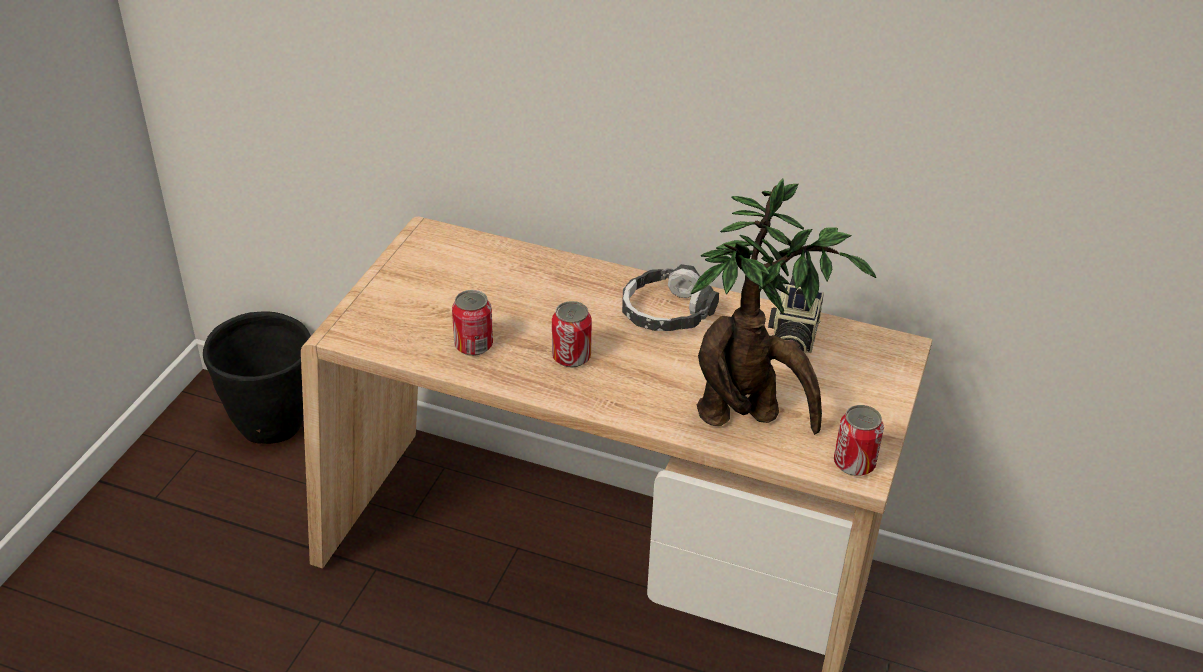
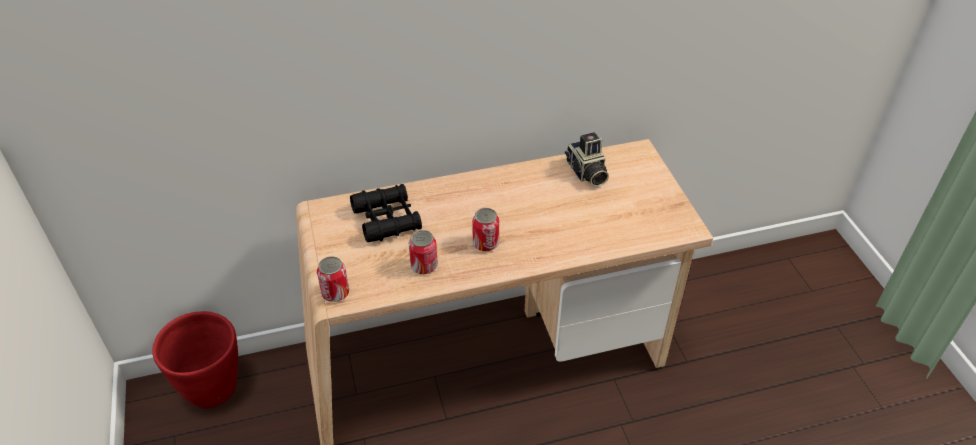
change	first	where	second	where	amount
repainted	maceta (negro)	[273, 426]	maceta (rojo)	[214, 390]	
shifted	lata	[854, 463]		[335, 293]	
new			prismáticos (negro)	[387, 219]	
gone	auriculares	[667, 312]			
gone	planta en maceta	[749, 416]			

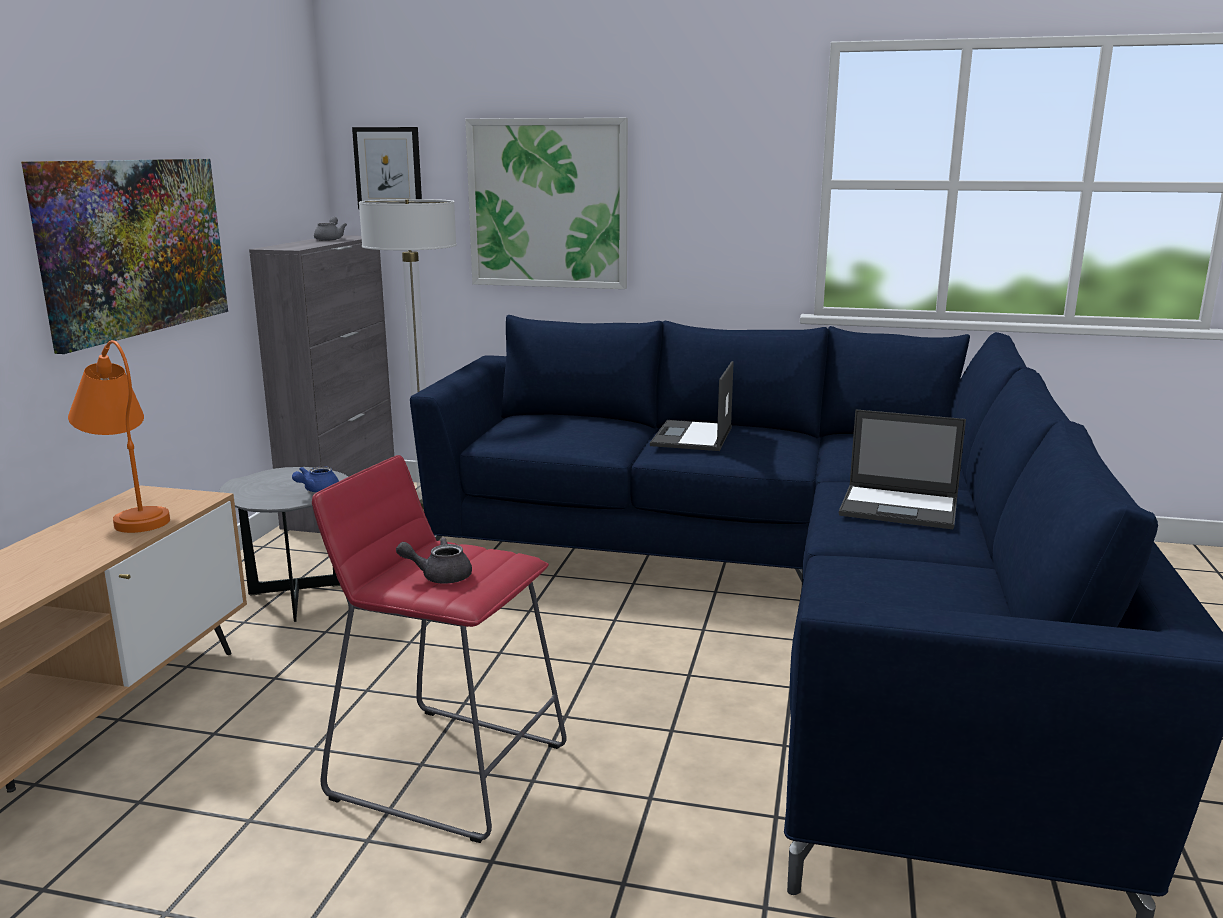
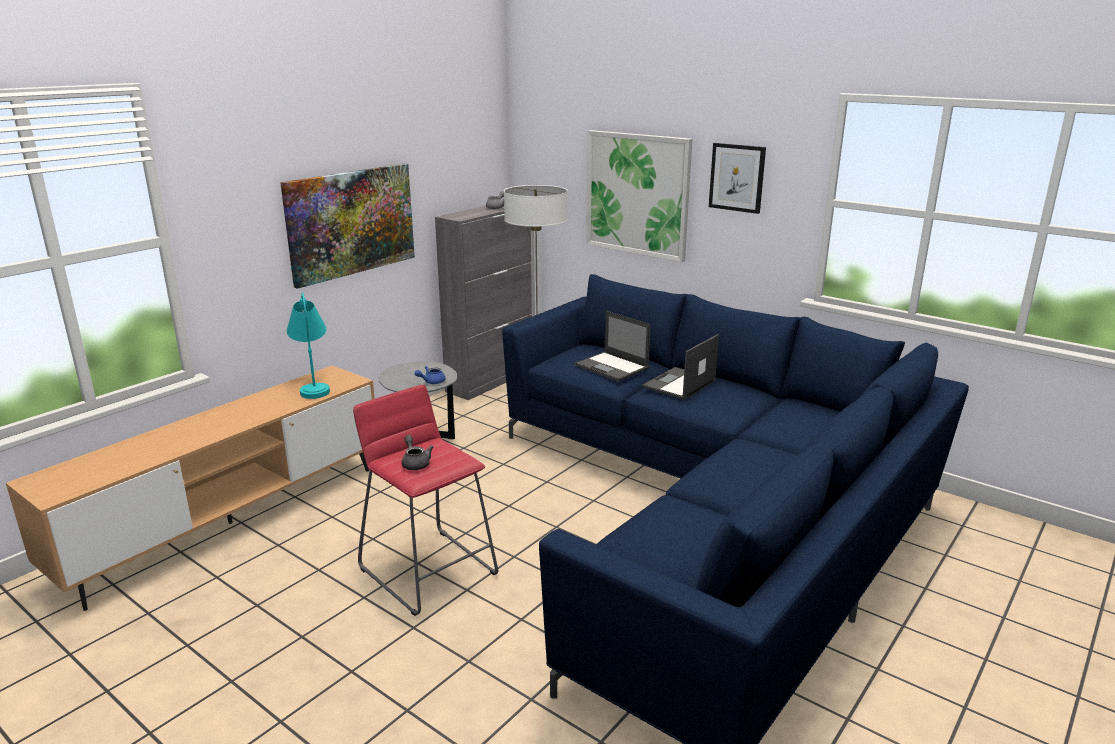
change	first	where	second	where	amount
repainted	lámpara de mesa (naranja)	[130, 513]	lámpara de mesa (turquesa)	[314, 385]	
rotated	tetera (gris)	[439, 576]		[415, 463]	45 degrees clockwise
shifted	portátil	[900, 508]		[612, 367]	
shifted	cuadro	[388, 168]		[737, 177]	

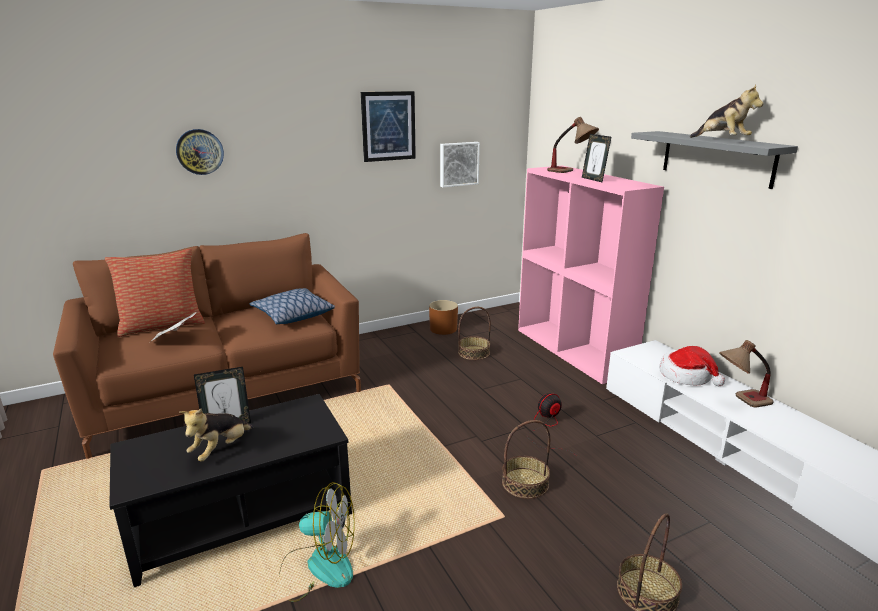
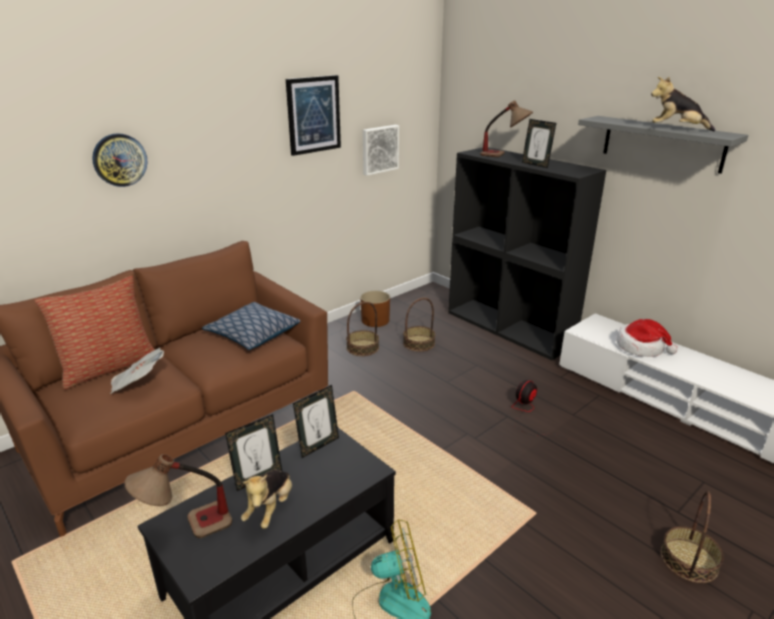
change	first	where	second	where	amount
shifted	lámpara de mesa	[740, 402]		[187, 530]	
new			portarretratos	[318, 446]	
shifted	cesta	[525, 483]		[362, 347]	
repainted	estantería (rosa)	[574, 350]	estantería (negro)	[510, 328]	
rotated	peluche	[721, 140]		[676, 129]	150 degrees clockwise

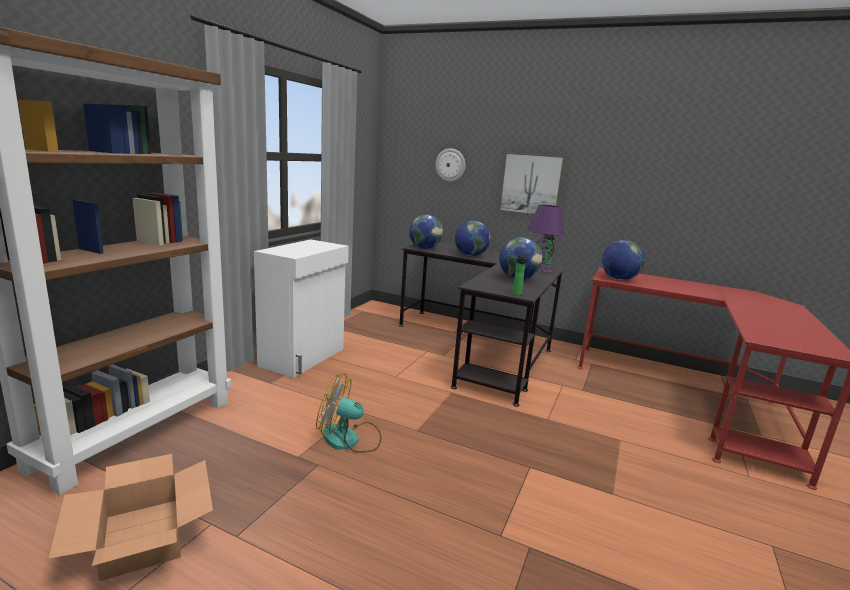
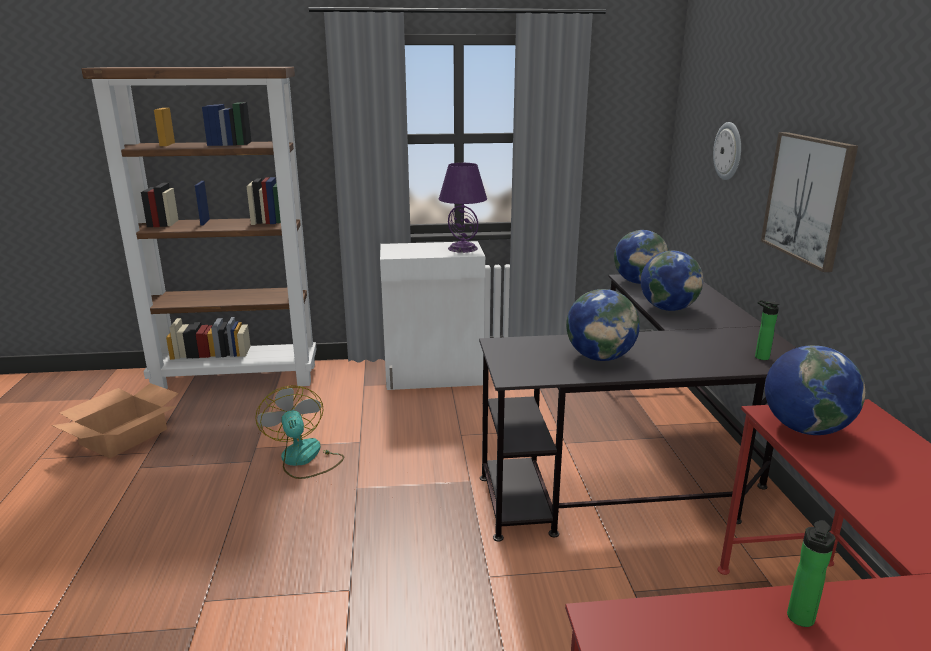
change	first	where	second	where	amount
shifted	lámpara de mesa (morado)	[540, 269]		[462, 248]	
shifted	botella	[517, 295]		[800, 620]	

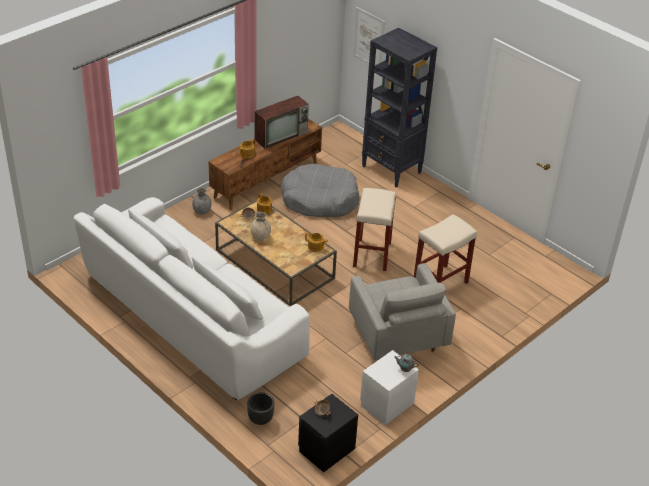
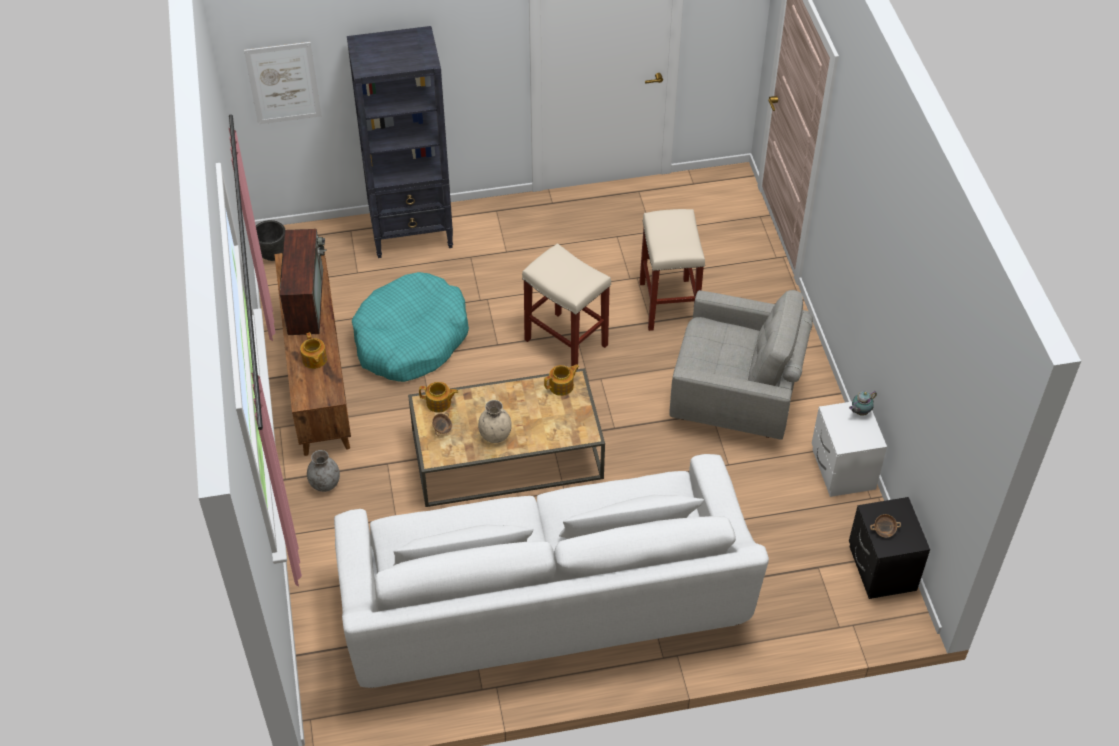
change	first	where	second	where	amount
shifted	maceta (negro)	[260, 419]		[272, 255]	
repainted	cama para perro (gris)	[319, 199]	cama para perro (turquesa)	[411, 339]	

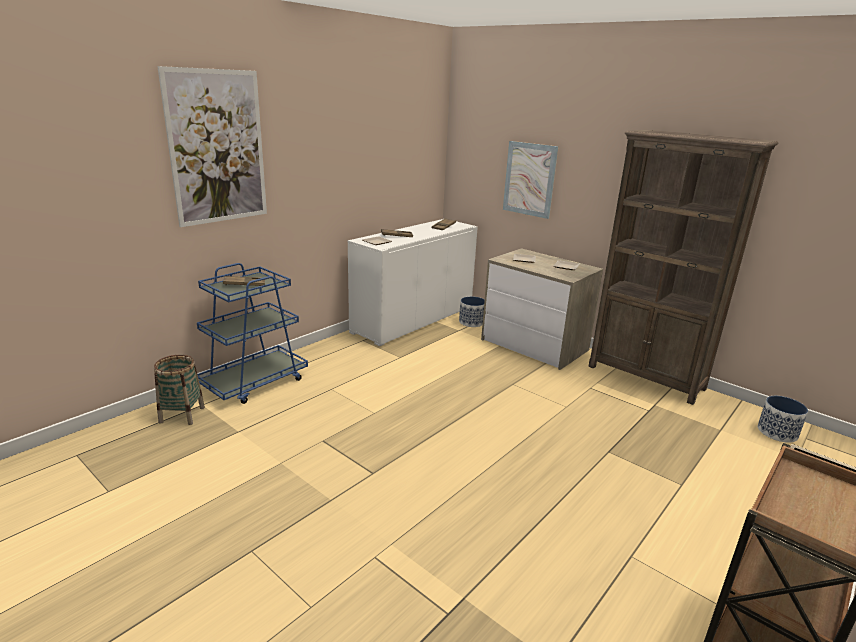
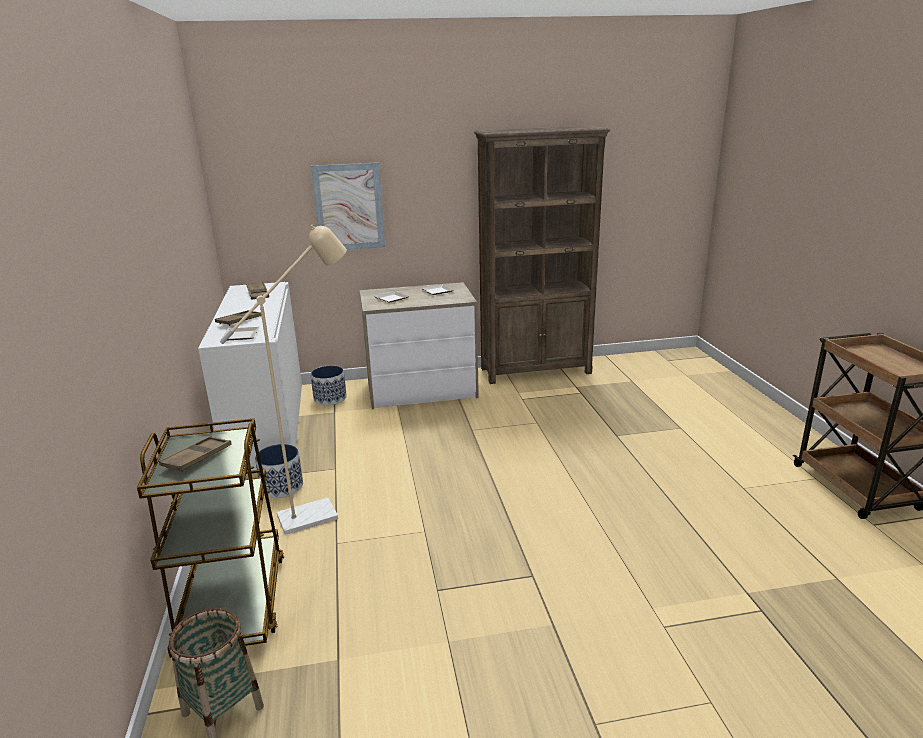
change	first	where	second	where	amount
repainted	carrito (azul)	[255, 382]	carrito (marrón)	[233, 603]	
new			lámpara de pie (beis)	[318, 514]	
shifted	maceta	[777, 432]		[282, 487]	
gone	cuadro	[217, 148]			

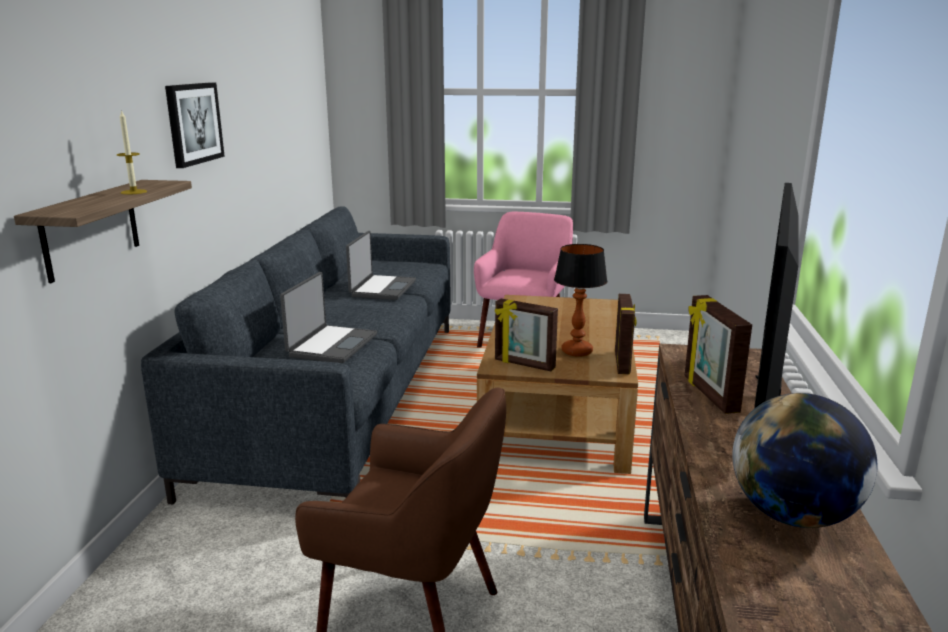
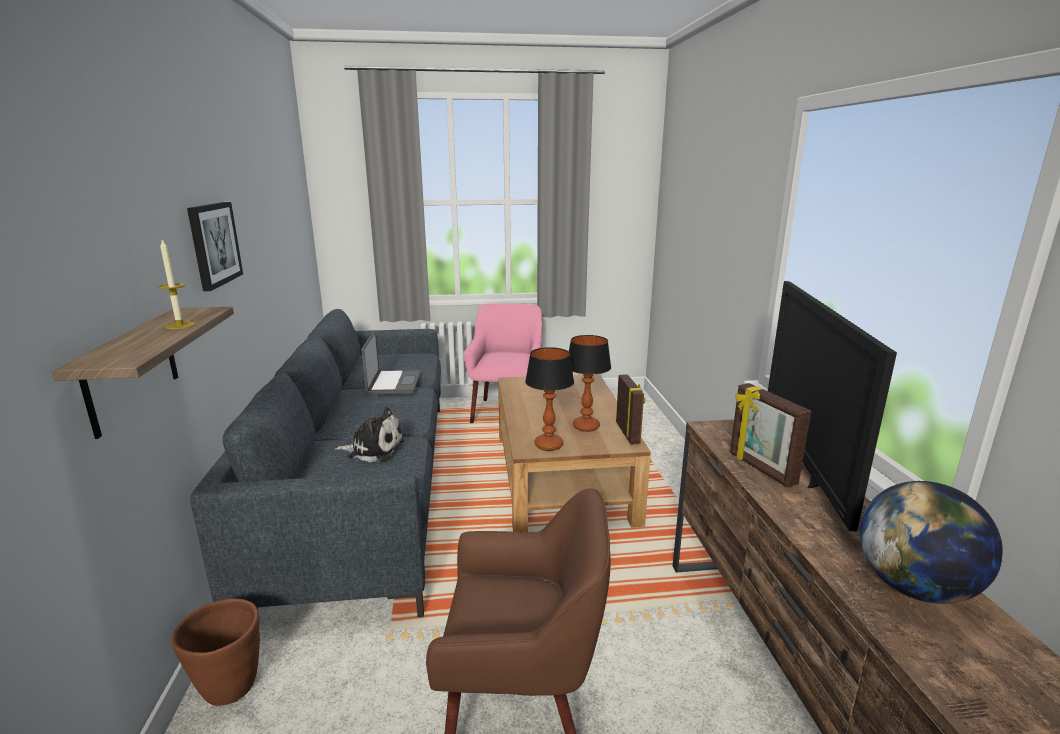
change	first	where	second	where	amount
new			maceta (marrón)	[230, 687]	
swapped	portátil	[331, 345]	peluche	[373, 449]	
swapped	portarretratos	[524, 365]	lámpara de mesa	[549, 445]	

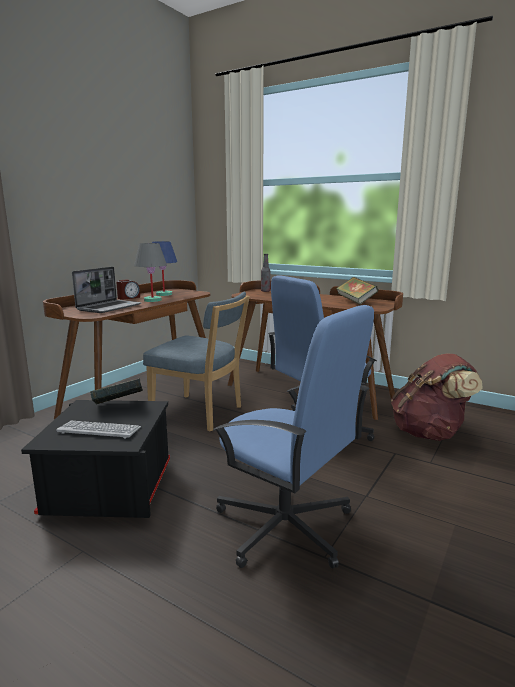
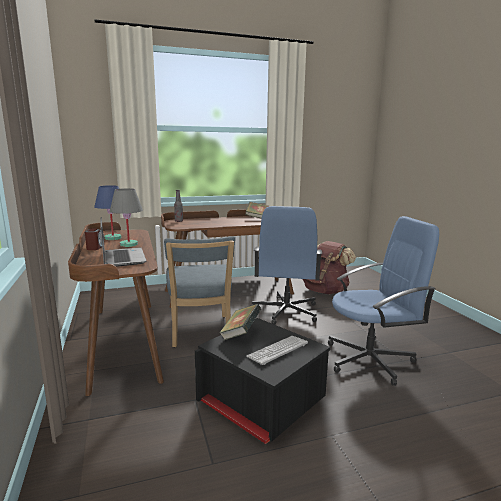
change	first	where	second	where	amount
rotated	silla (azul)	[201, 414]		[200, 333]	105 degrees clockwise

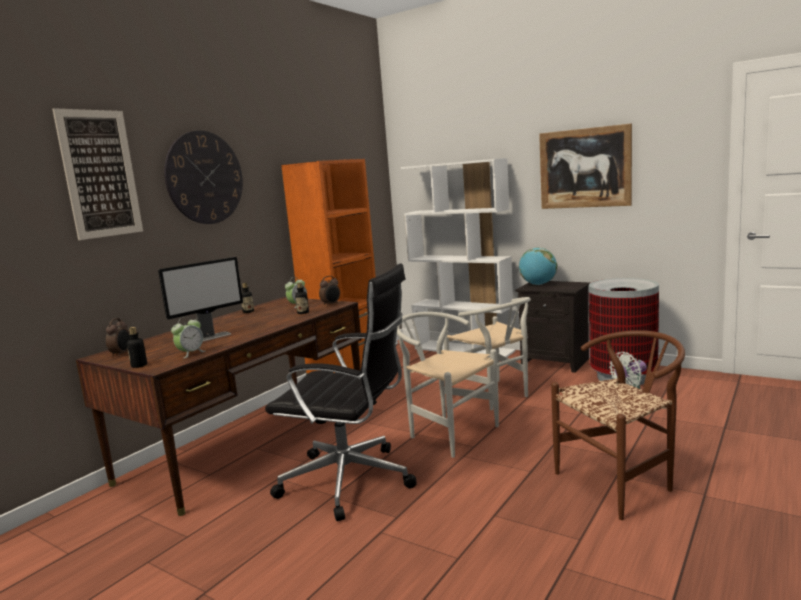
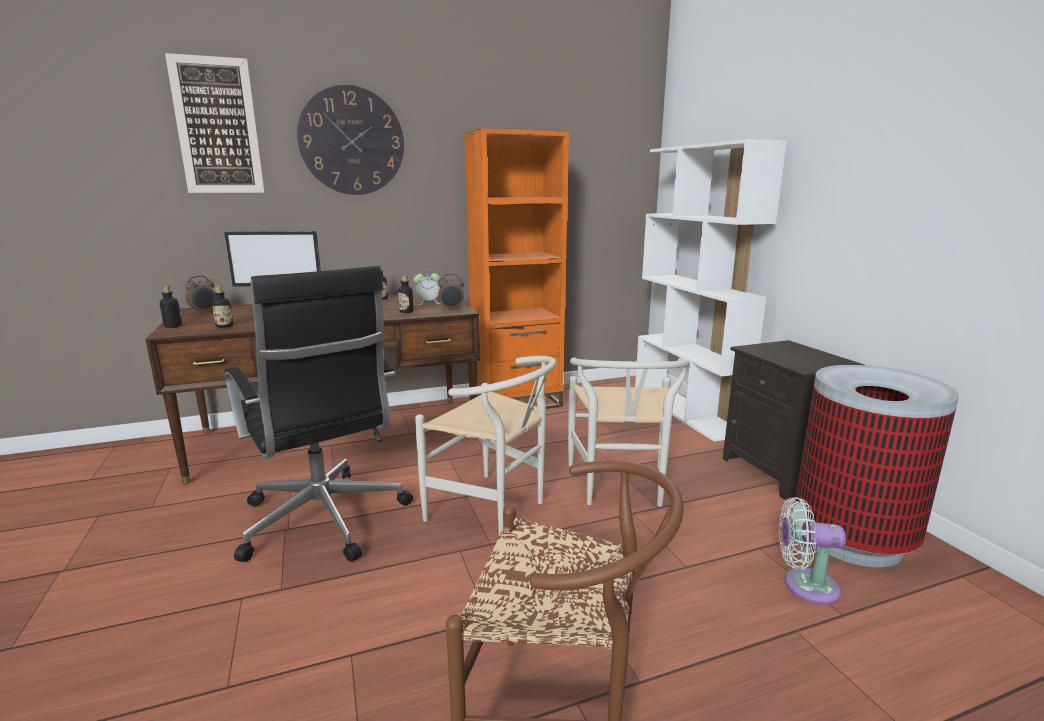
change	first	where	second	where	amount
swapped	despertador	[190, 353]	botella	[224, 326]	
rotated	silla (blanco)	[447, 432]		[495, 510]	135 degrees clockwise
gone	globo terráqueo	[538, 284]			
gone	cuadro	[584, 168]			

